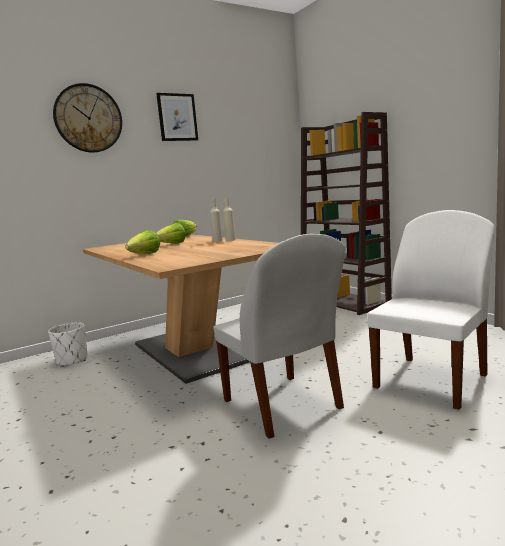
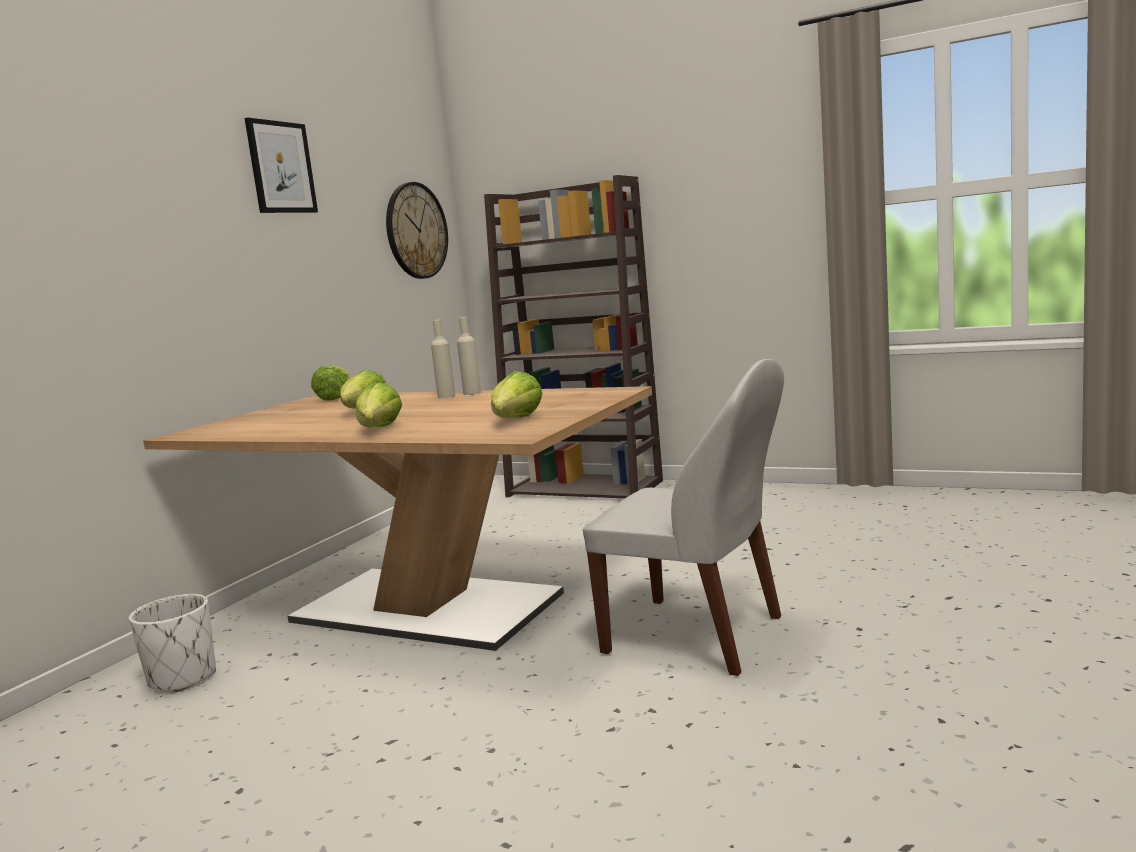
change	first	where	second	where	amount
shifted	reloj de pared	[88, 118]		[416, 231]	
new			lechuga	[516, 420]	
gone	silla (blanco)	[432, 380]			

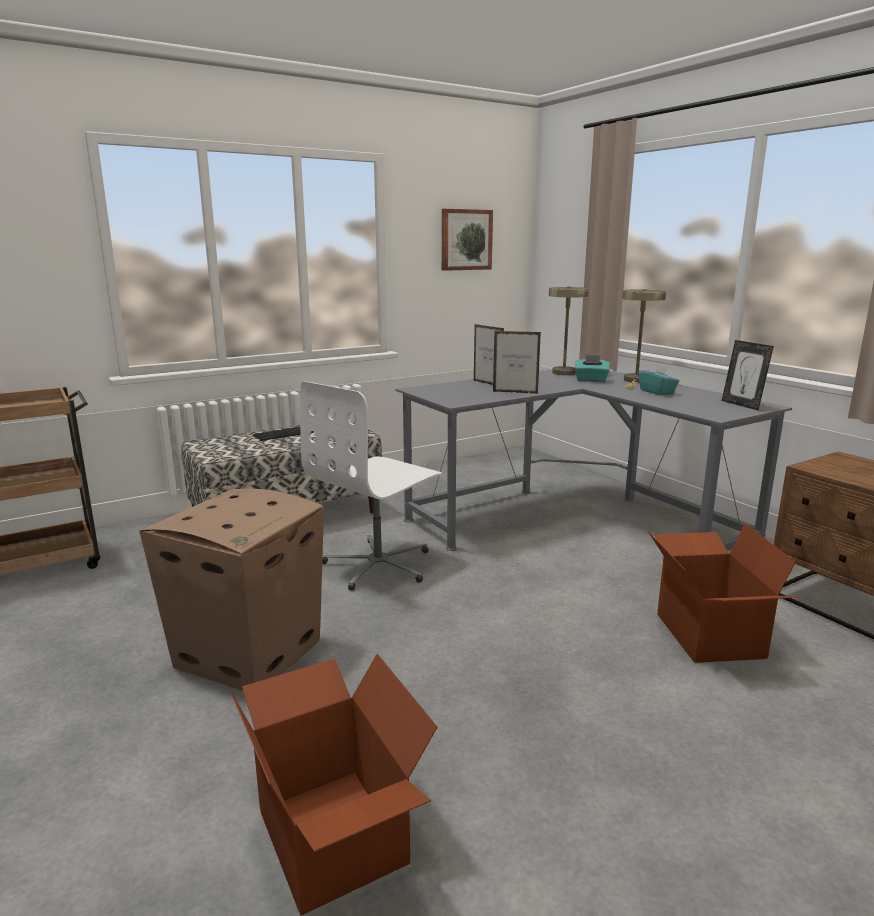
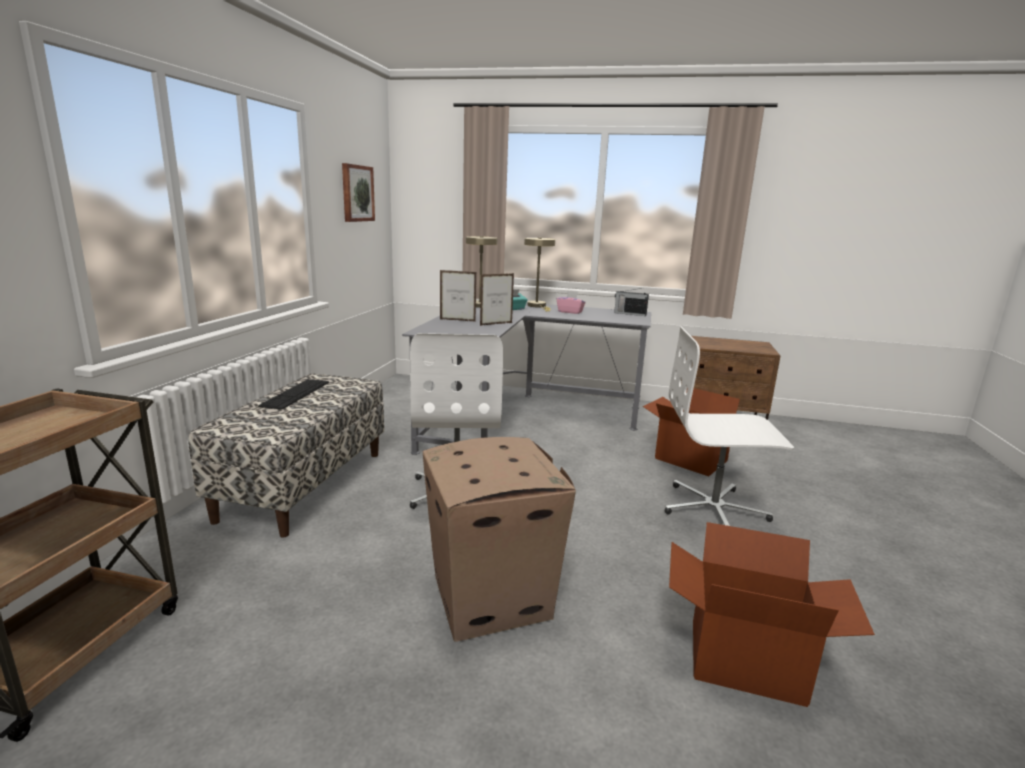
change	first	where	second	where	amount
repainted	caja de pañuelos (turquesa)	[657, 392]	caja de pañuelos (rosa)	[570, 312]	
swapped	portarretratos	[742, 405]	radio	[629, 314]	
new			silla de oficina (blanco)	[714, 509]	

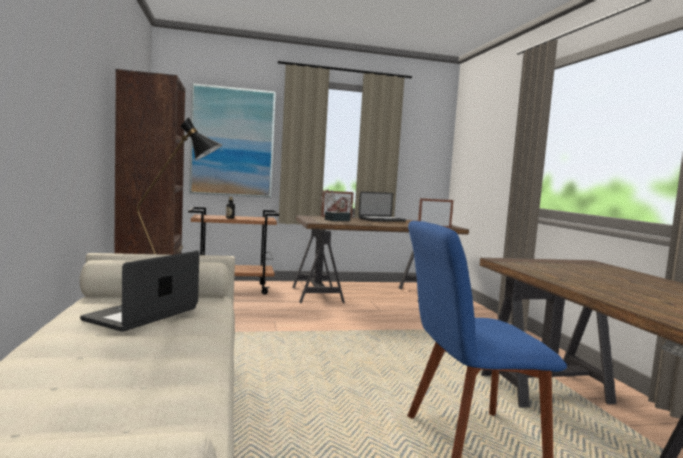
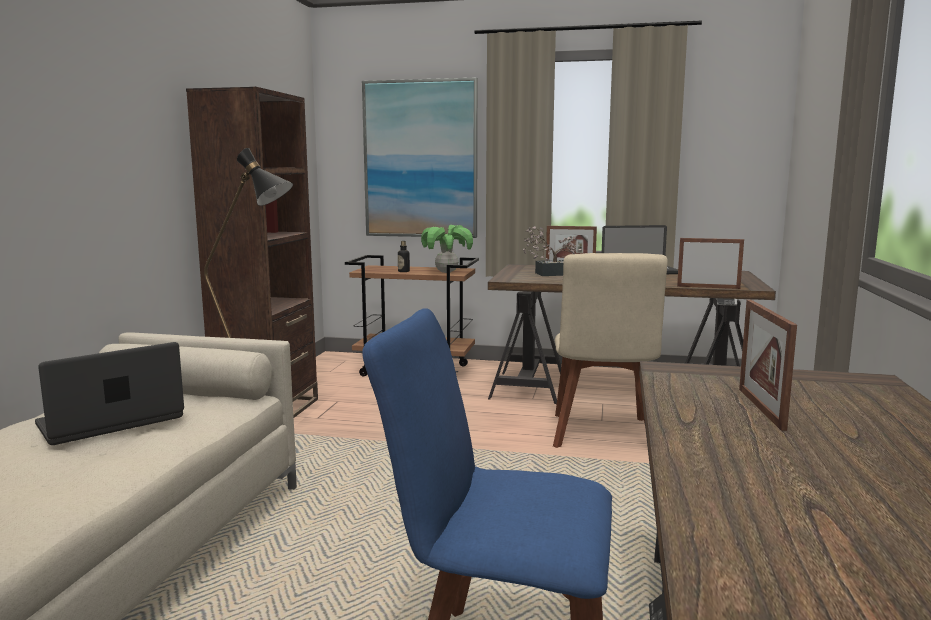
change	first	where	second	where	amount
new			planta en maceta	[446, 272]	
new			silla (beis)	[603, 435]	
new			portarretratos	[761, 408]	

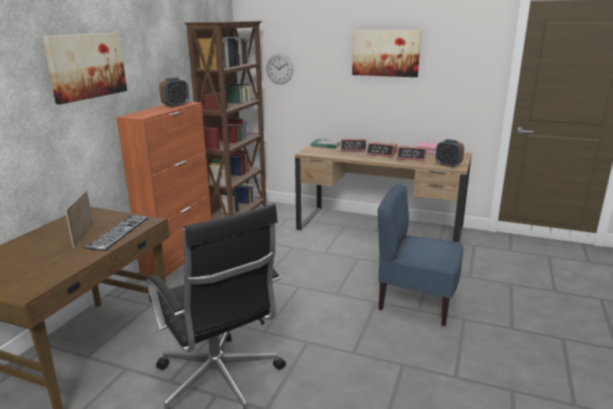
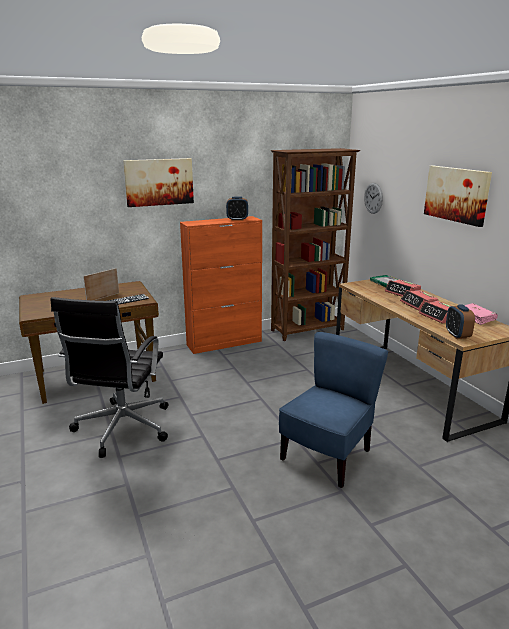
change	first	where	second	where	amount
rotated	silla (azul)	[416, 301]		[327, 456]	60 degrees clockwise

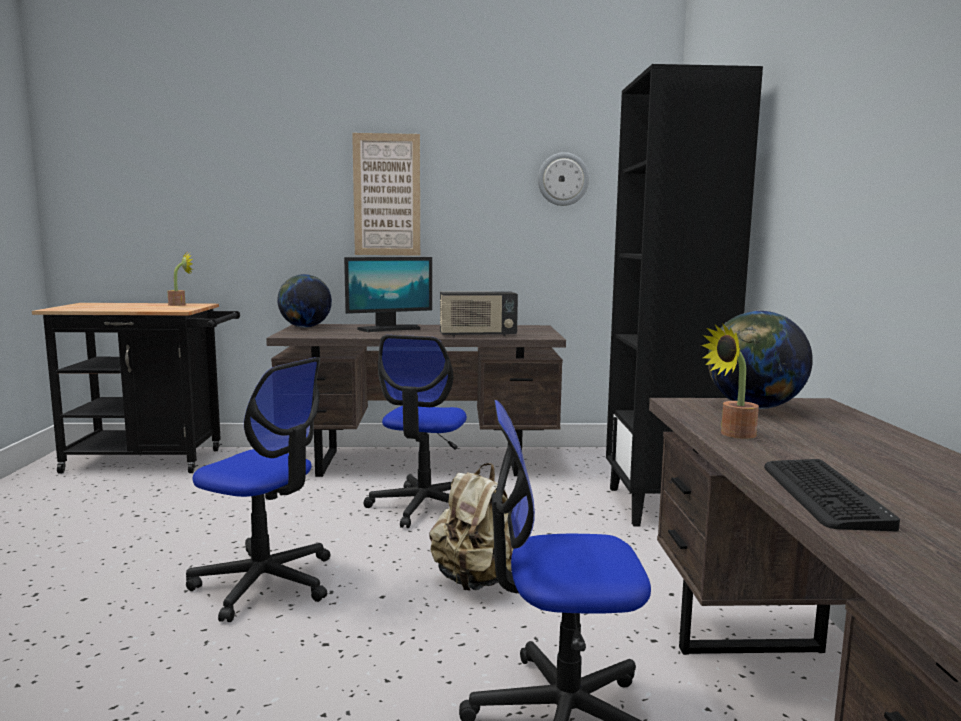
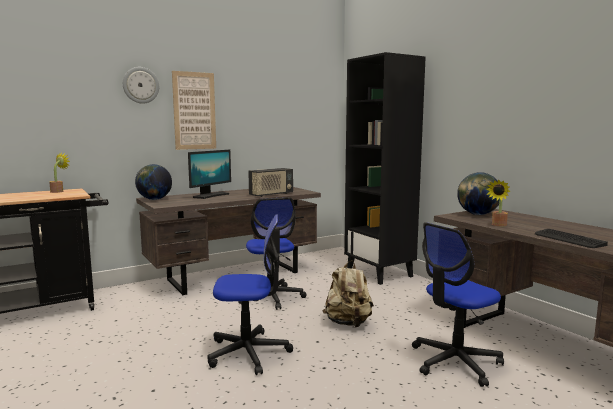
change	first	where	second	where	amount
shifted	reloj de pared	[563, 179]		[141, 85]	

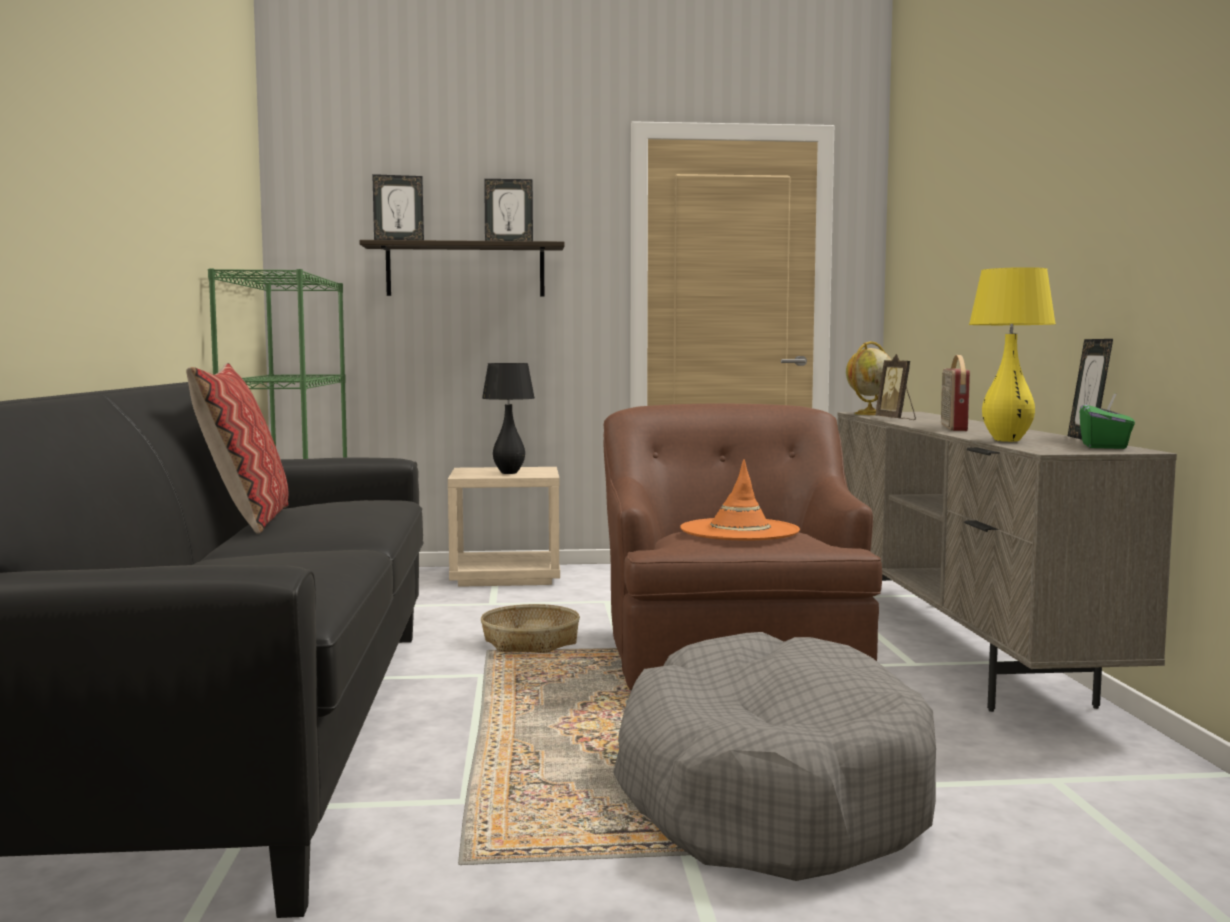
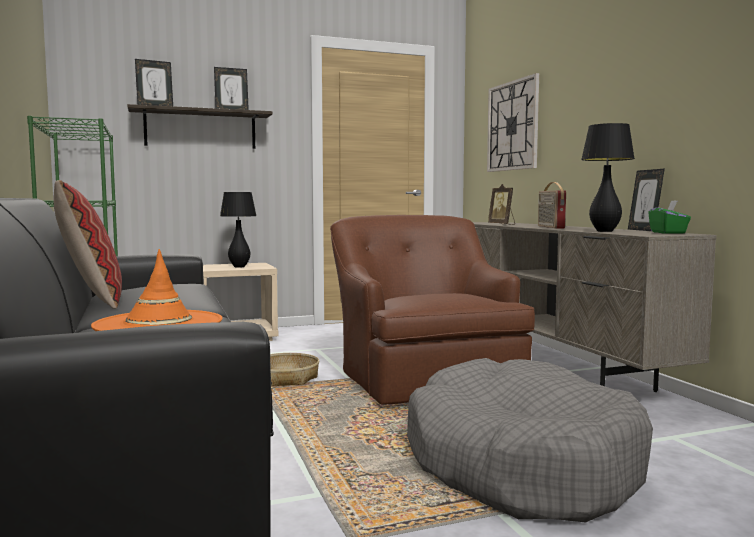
change	first	where	second	where	amount
shifted	sombrero (naranja)	[739, 530]		[159, 324]	
new			reloj de pared	[513, 126]	
repainted	lámpara de mesa (amarillo)	[1006, 440]	lámpara de mesa (negro)	[604, 231]	
gone	globo terráqueo	[869, 414]			

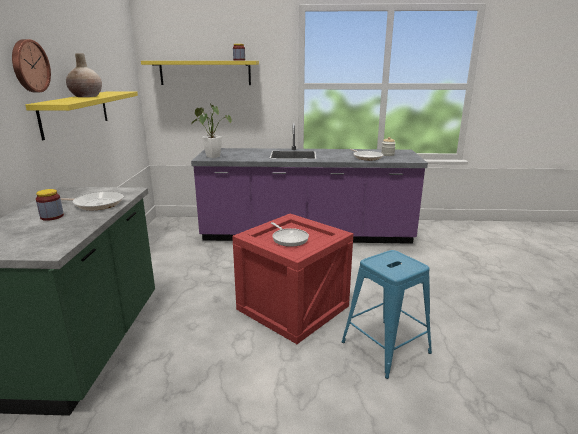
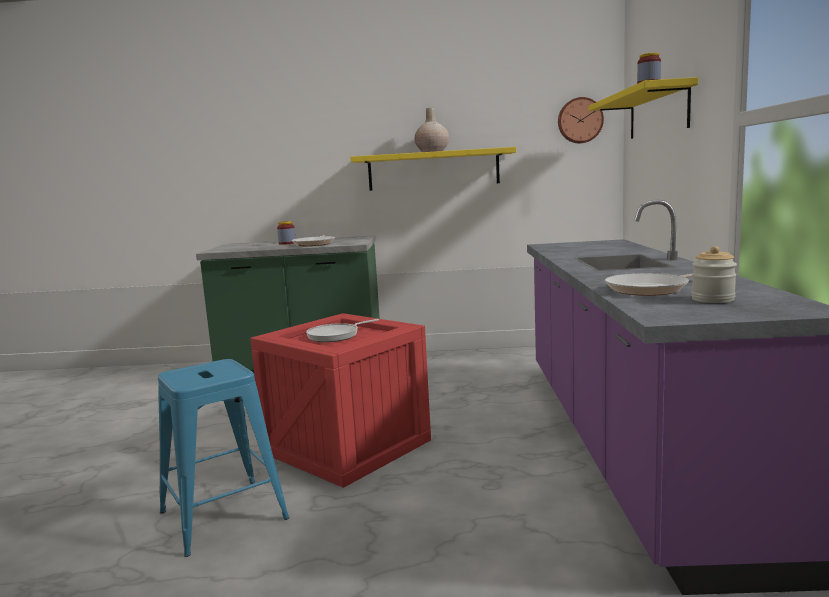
change	first	where	second	where	amount
shifted	reloj de pared	[29, 66]		[580, 120]	
gone	planta en maceta	[211, 156]			

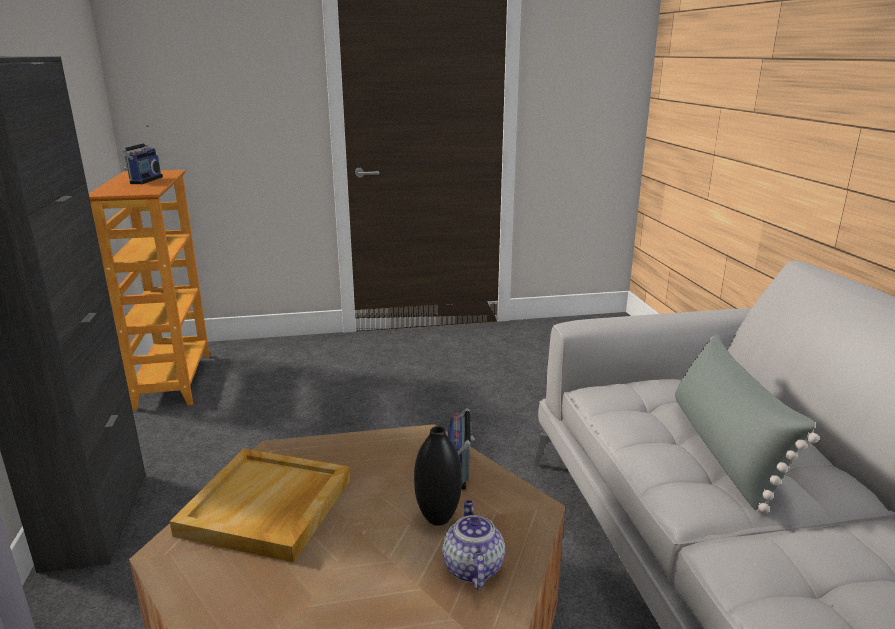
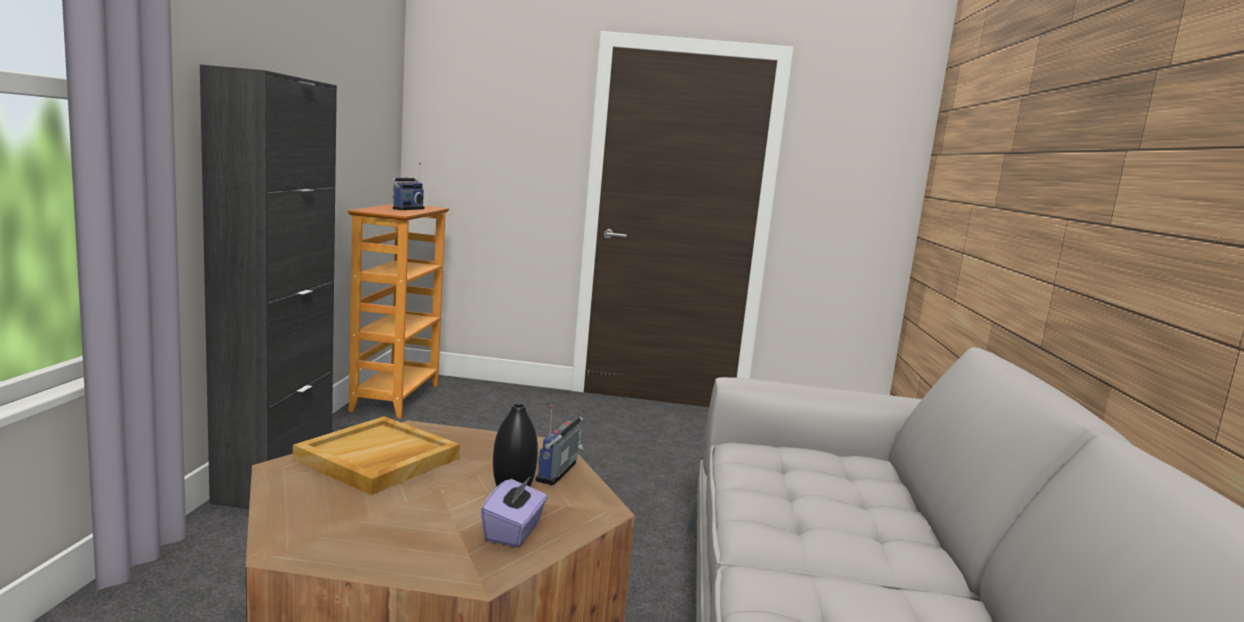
change	first	where	second	where	amount
swapped	tetera	[472, 567]	caja de pañuelos (morado)	[514, 532]	
gone	cojín (gris)	[724, 449]			

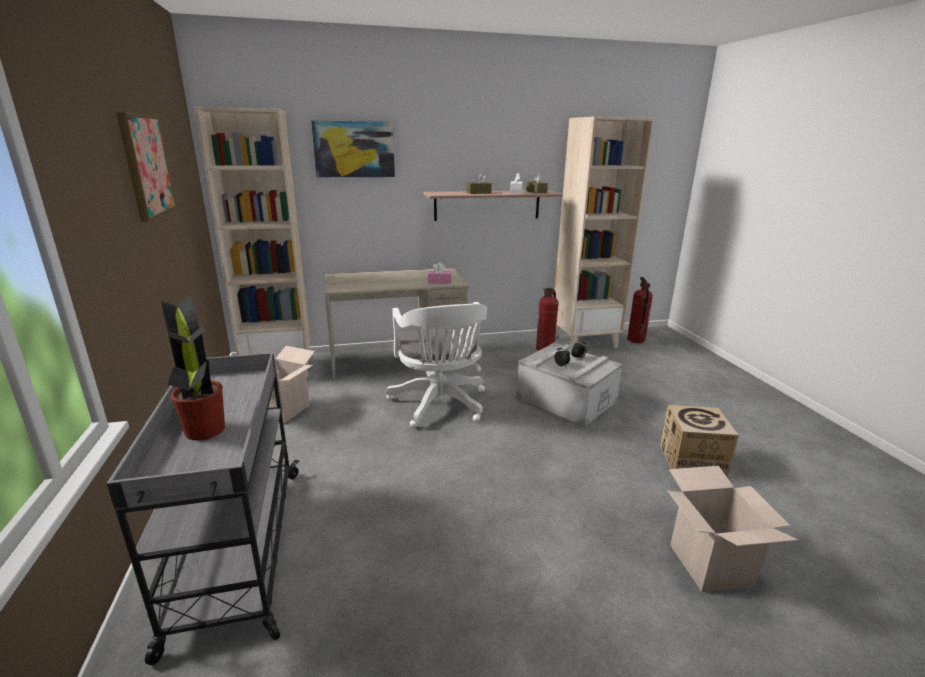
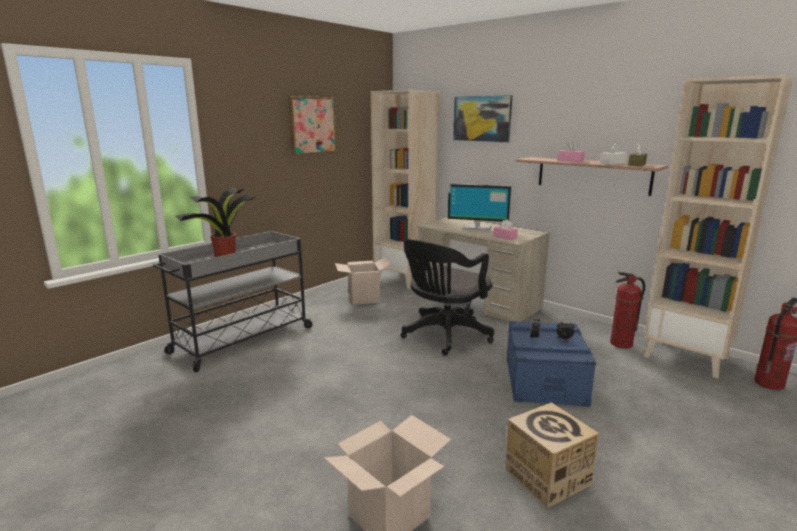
change	first	where	second	where	amount
repainted	silla de oficina (blanco)	[440, 406]	silla de oficina (negro)	[443, 336]	
new			monitor	[477, 228]	
repainted	caja de almacenaje (gris)	[566, 400]	caja de almacenaje (azul)	[544, 380]	
repainted	caja de pañuelos (marrón)	[478, 193]	caja de pañuelos (rosa)	[570, 161]	

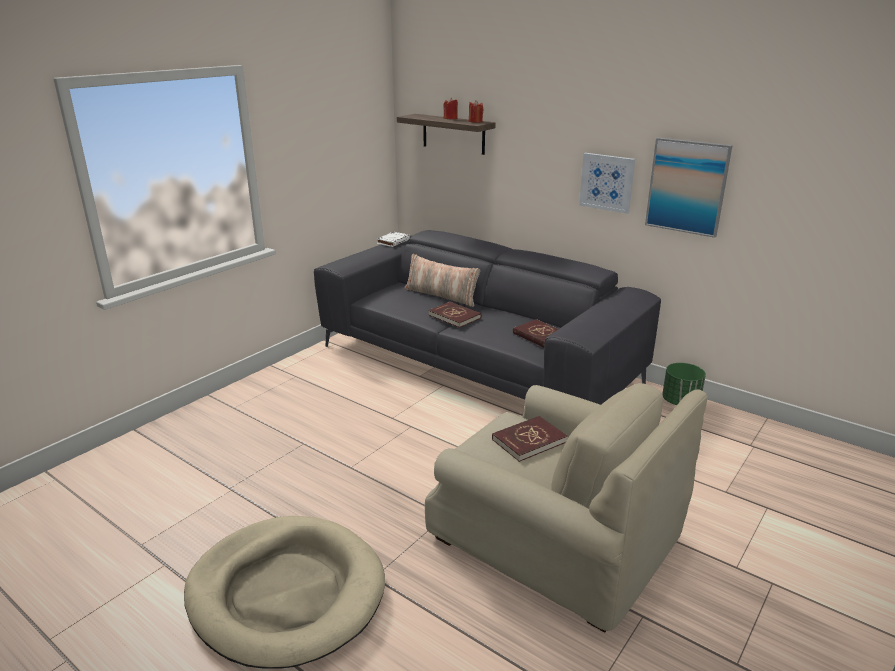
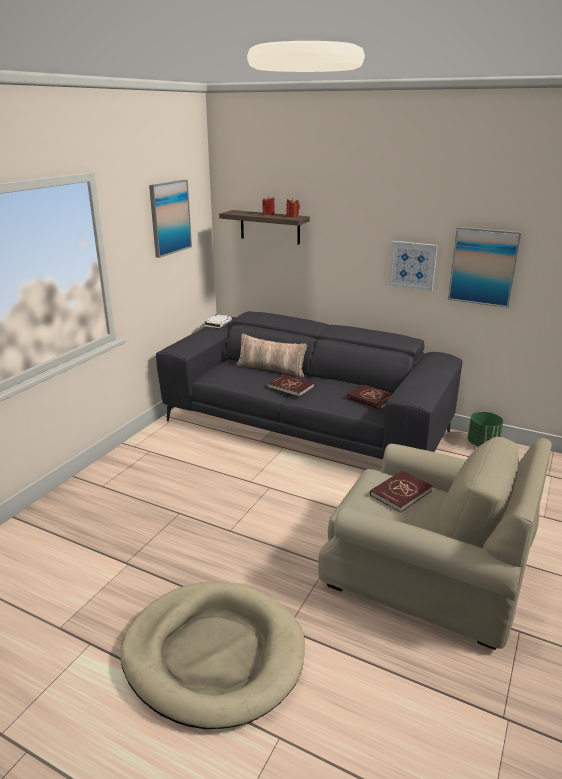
change	first	where	second	where	amount
new			cuadro	[170, 217]	

